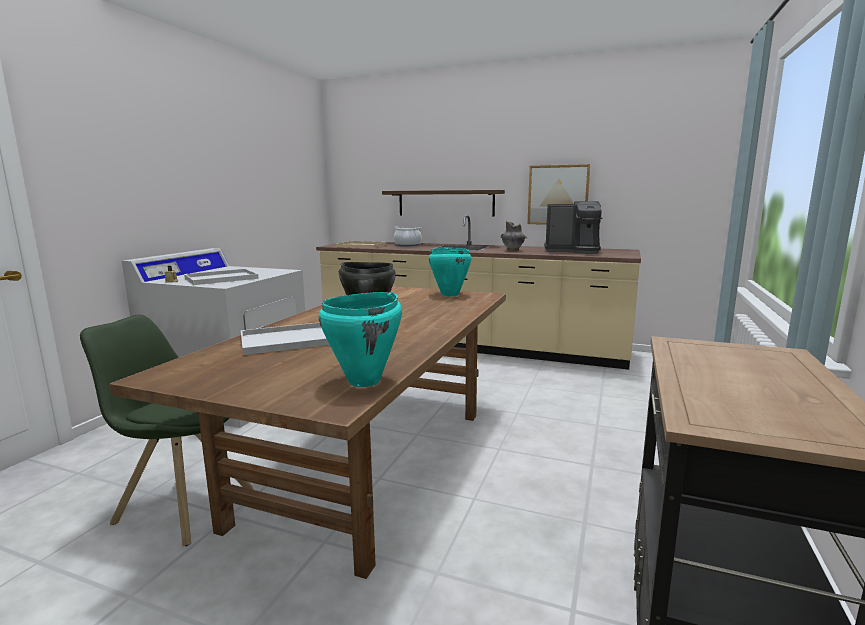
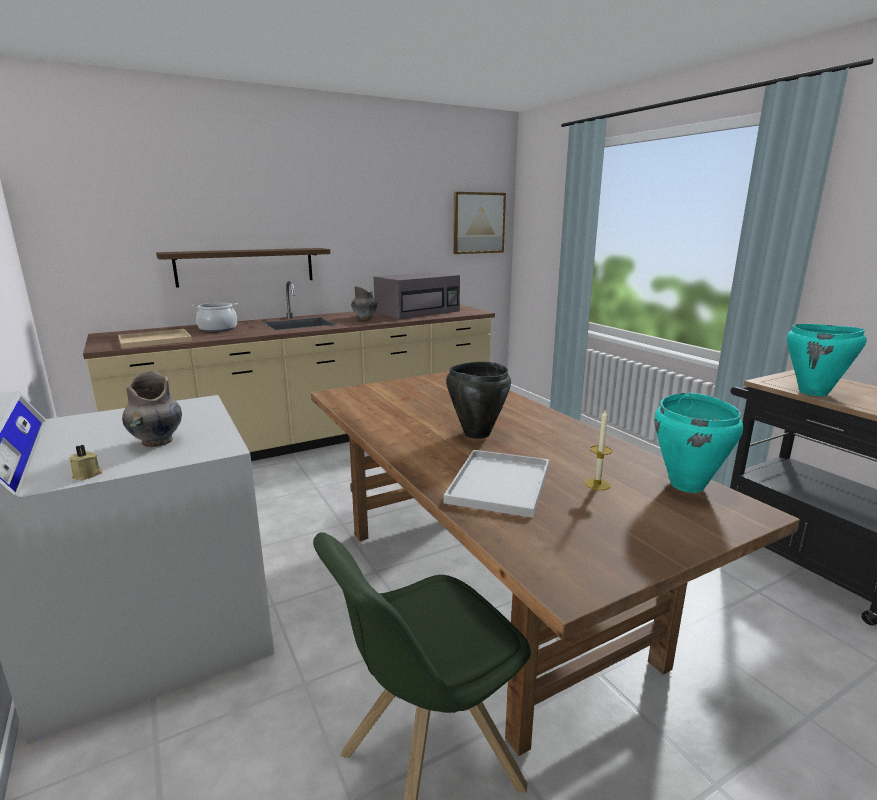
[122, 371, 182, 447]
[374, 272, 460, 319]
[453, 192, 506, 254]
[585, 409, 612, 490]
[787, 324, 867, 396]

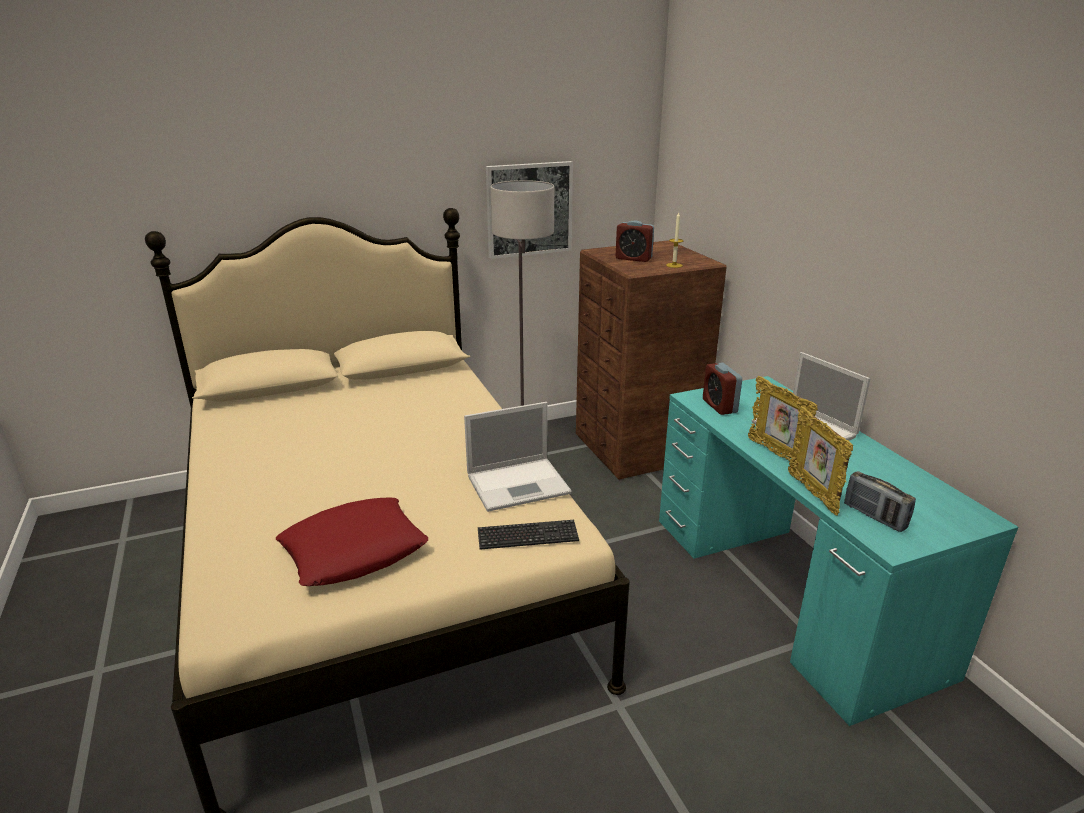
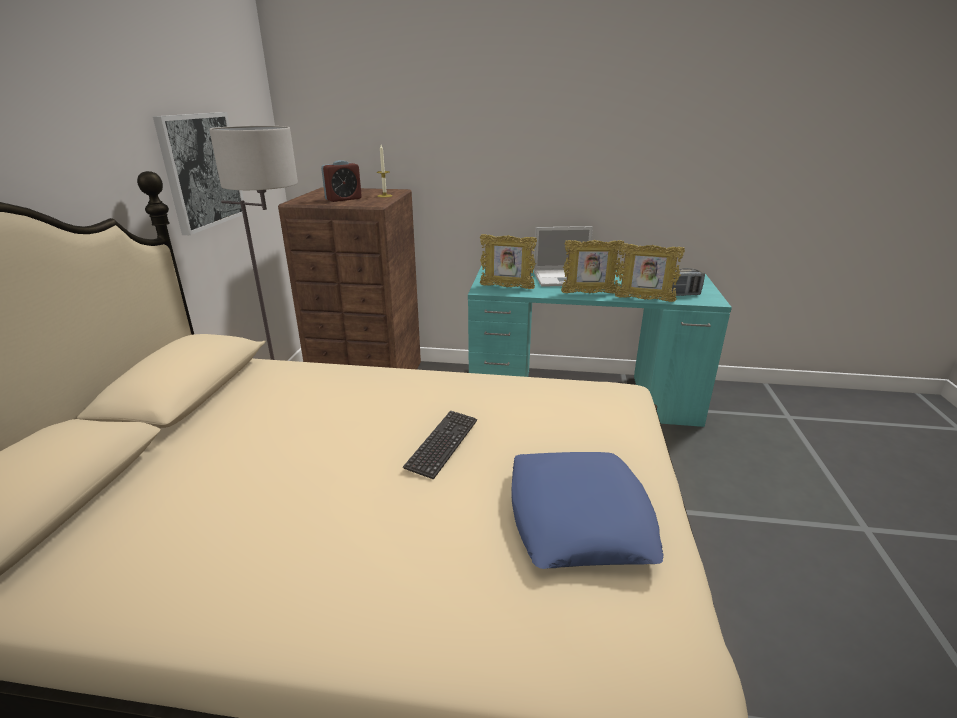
[403, 411, 477, 480]
[480, 234, 537, 289]
[511, 452, 664, 569]
[464, 402, 572, 512] (first image)

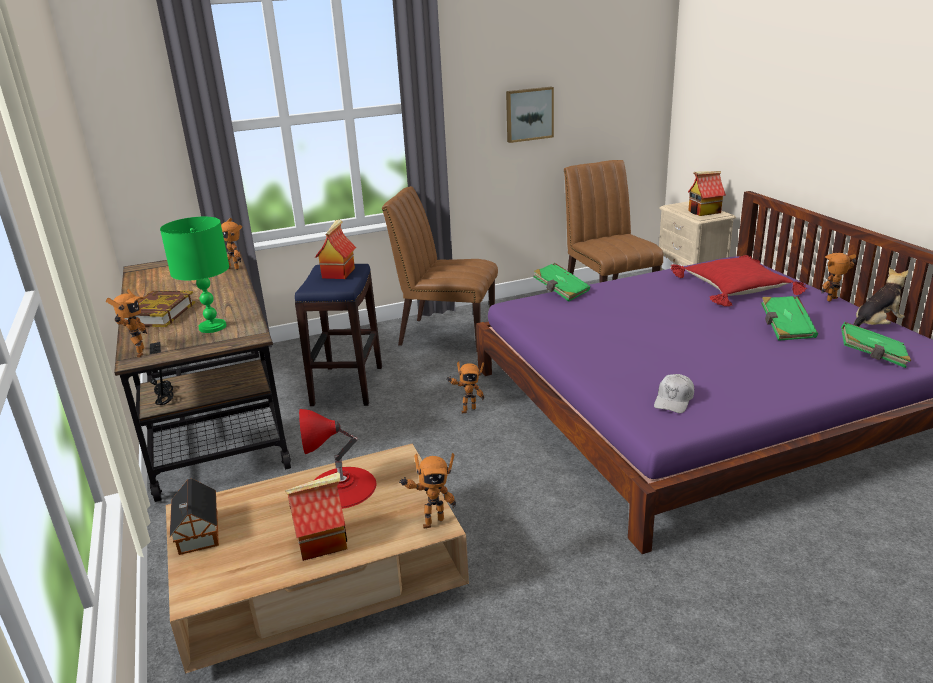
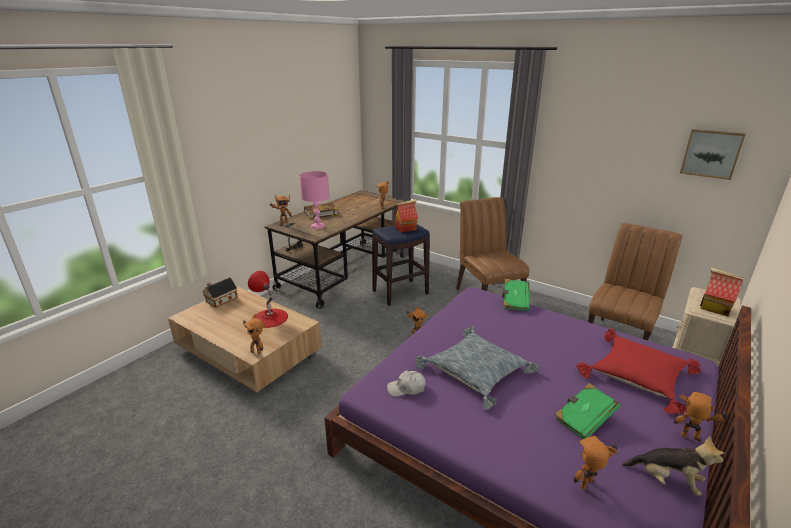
[299, 171, 330, 229]
[416, 326, 539, 410]
[574, 436, 618, 489]
[680, 129, 746, 180]
[285, 472, 347, 561] (first image)

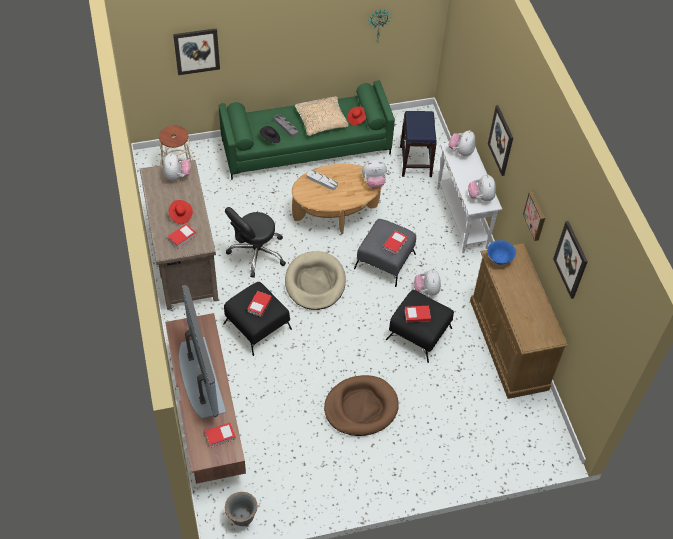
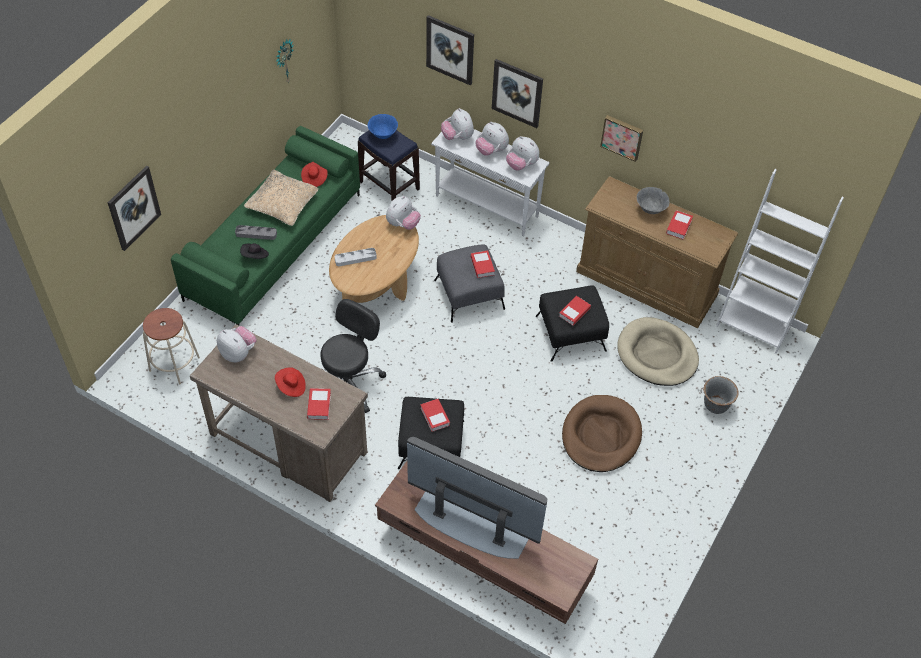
[320, 299, 386, 413]
[368, 114, 398, 139]
[426, 15, 474, 86]
[476, 122, 509, 156]
[617, 317, 699, 386]
[637, 187, 670, 214]
[666, 210, 693, 240]
[703, 376, 739, 414]
[716, 169, 844, 354]

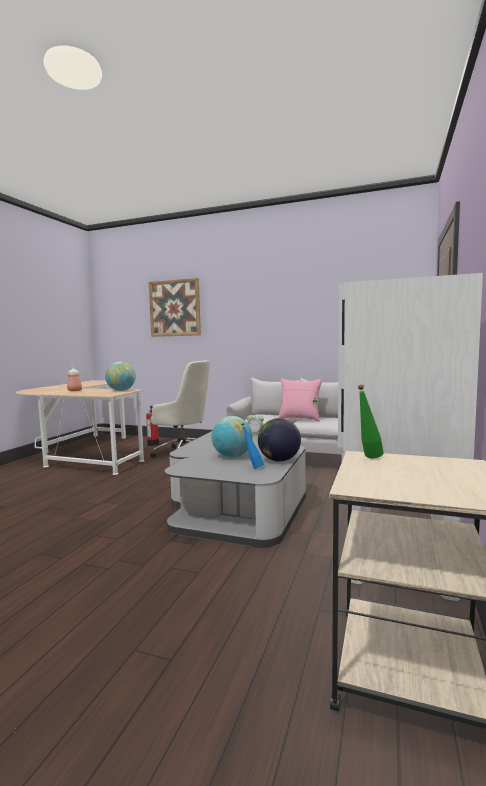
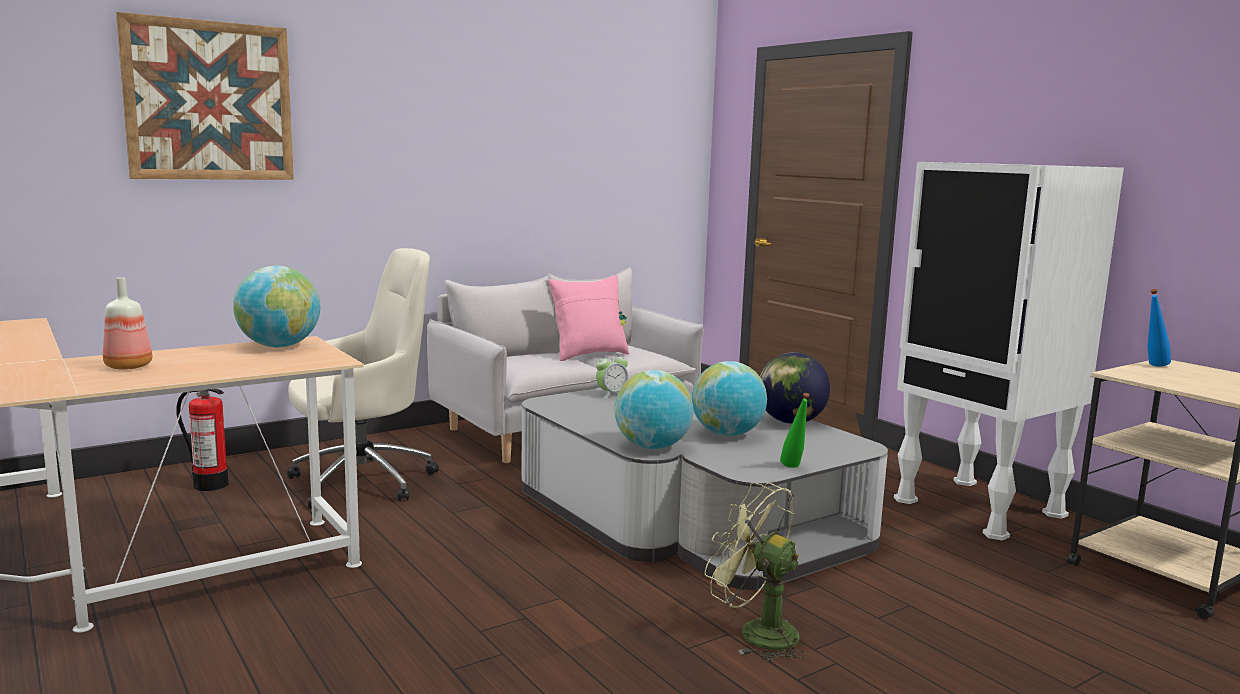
[614, 370, 693, 449]
[705, 483, 807, 661]
[780, 393, 809, 468]
[1148, 289, 1171, 367]

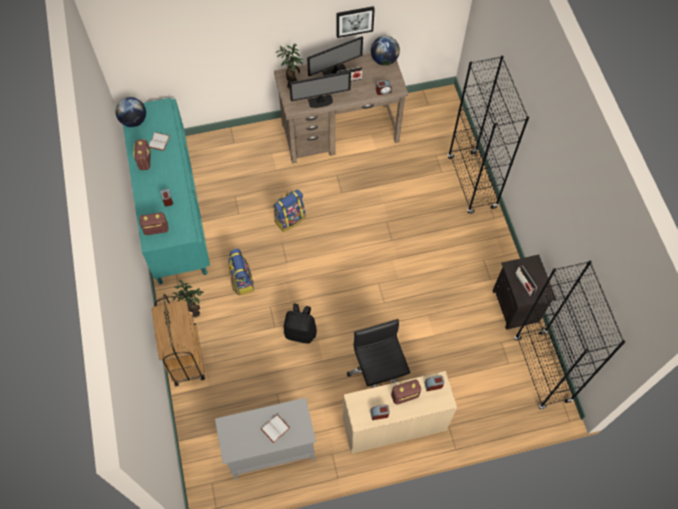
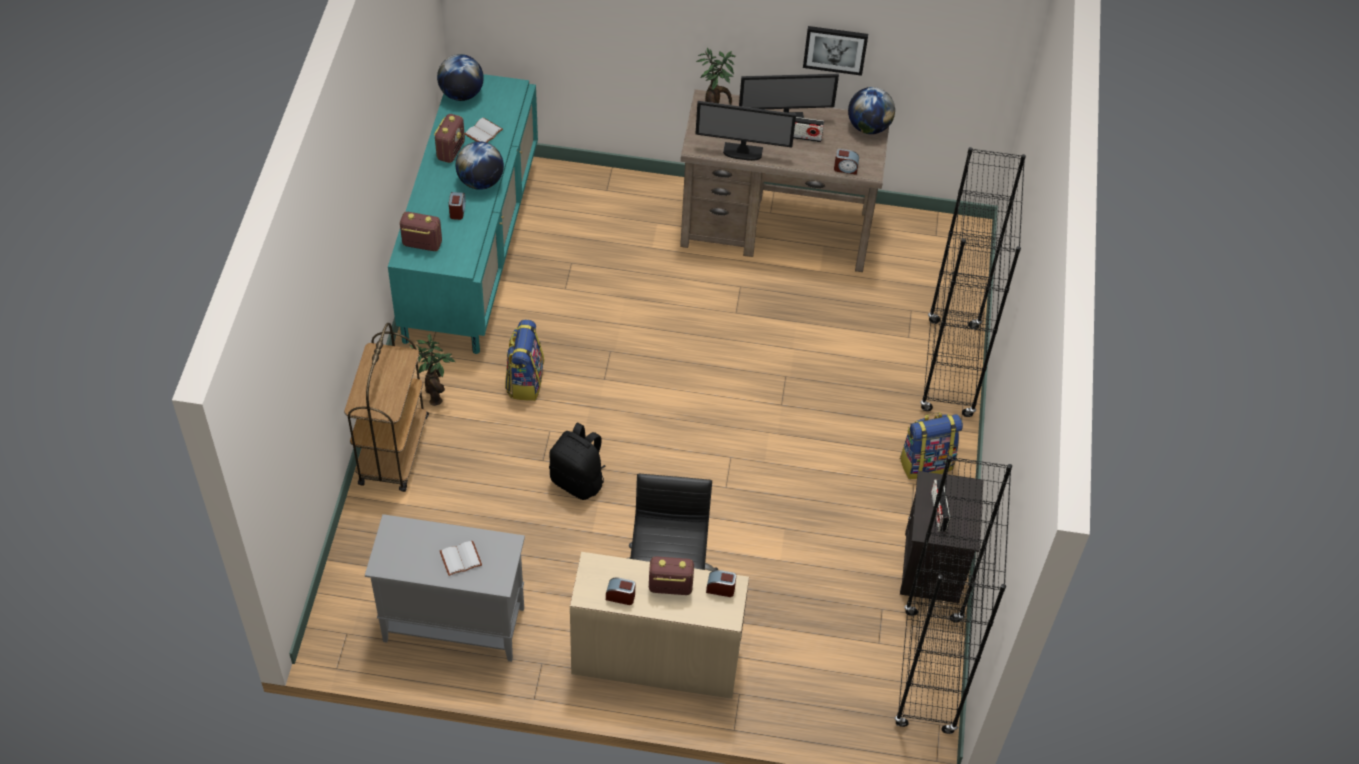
[456, 141, 504, 190]
[900, 412, 963, 479]

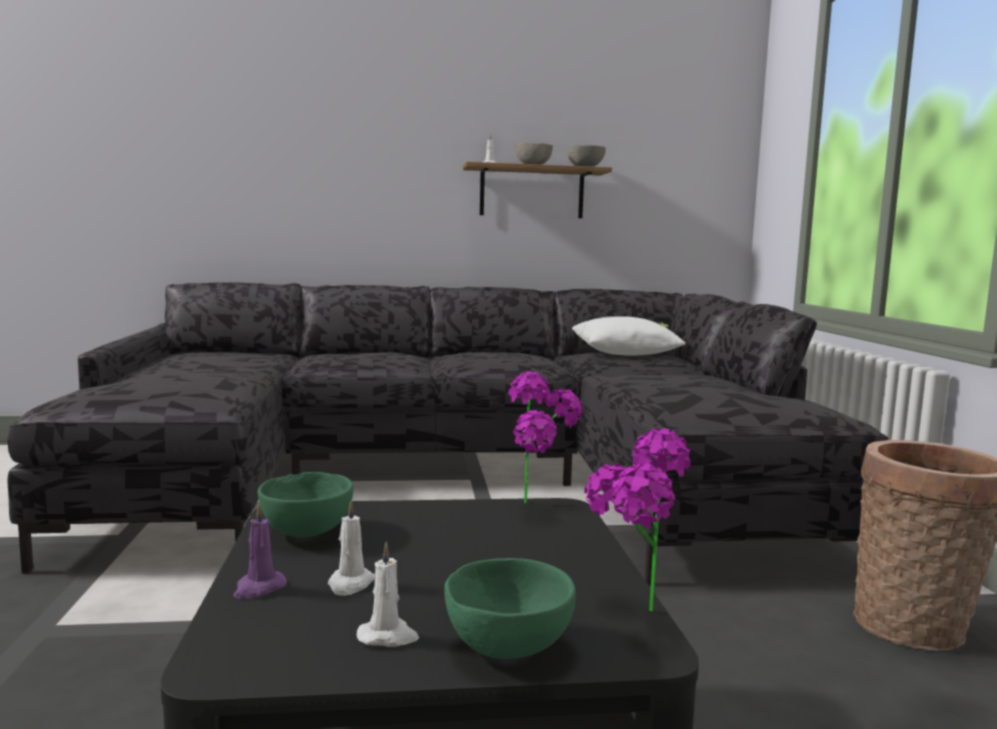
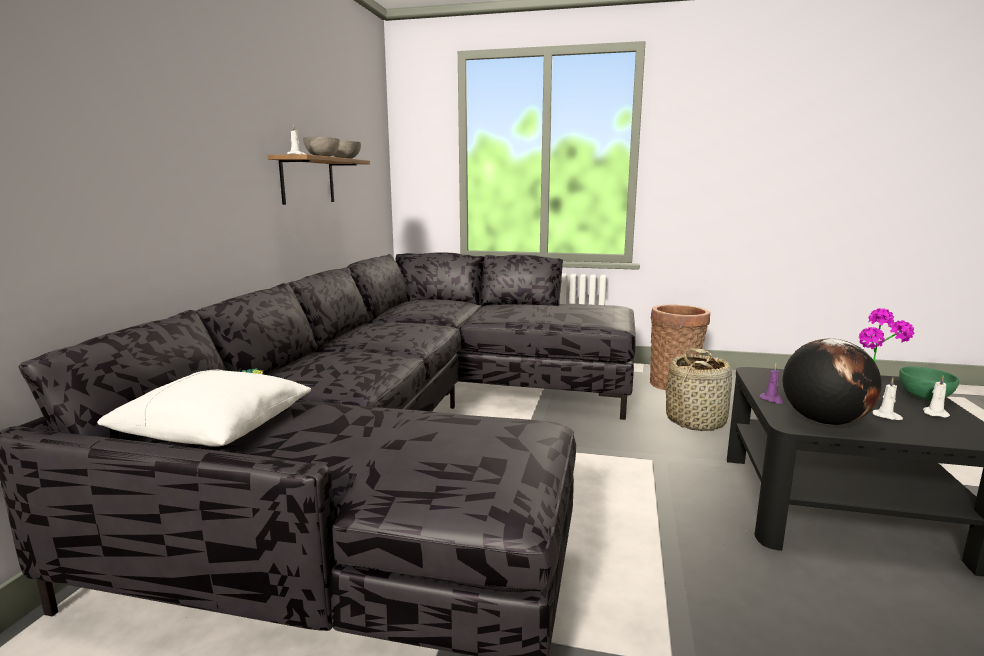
[97, 368, 311, 447]
[666, 348, 732, 431]
[759, 364, 784, 404]
[782, 339, 882, 425]
[508, 372, 583, 503] (first image)

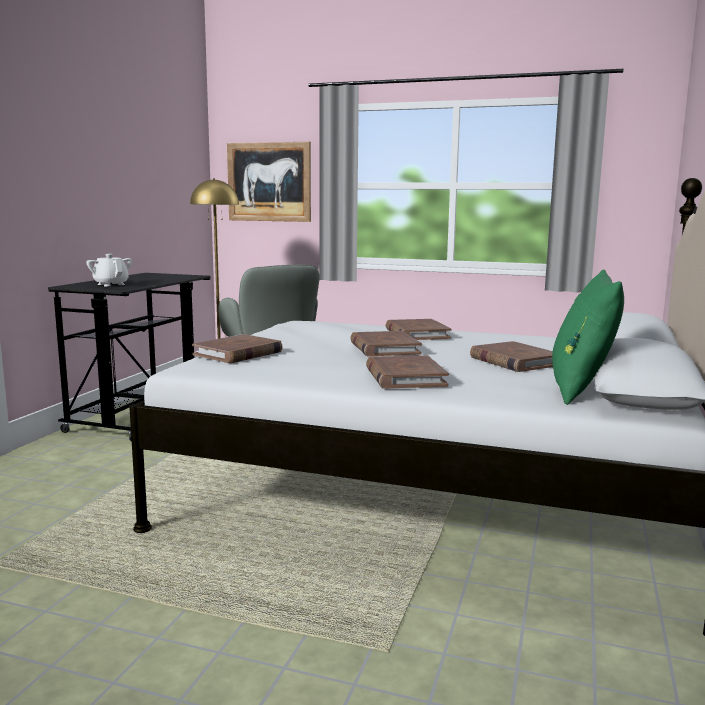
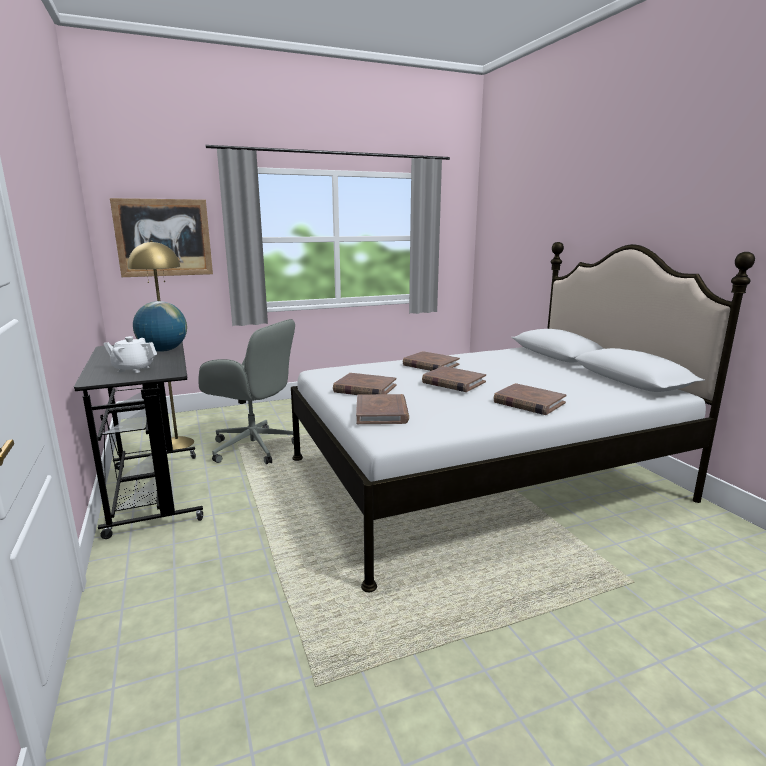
[133, 301, 187, 352]
[333, 373, 396, 395]
[552, 270, 624, 405] (first image)

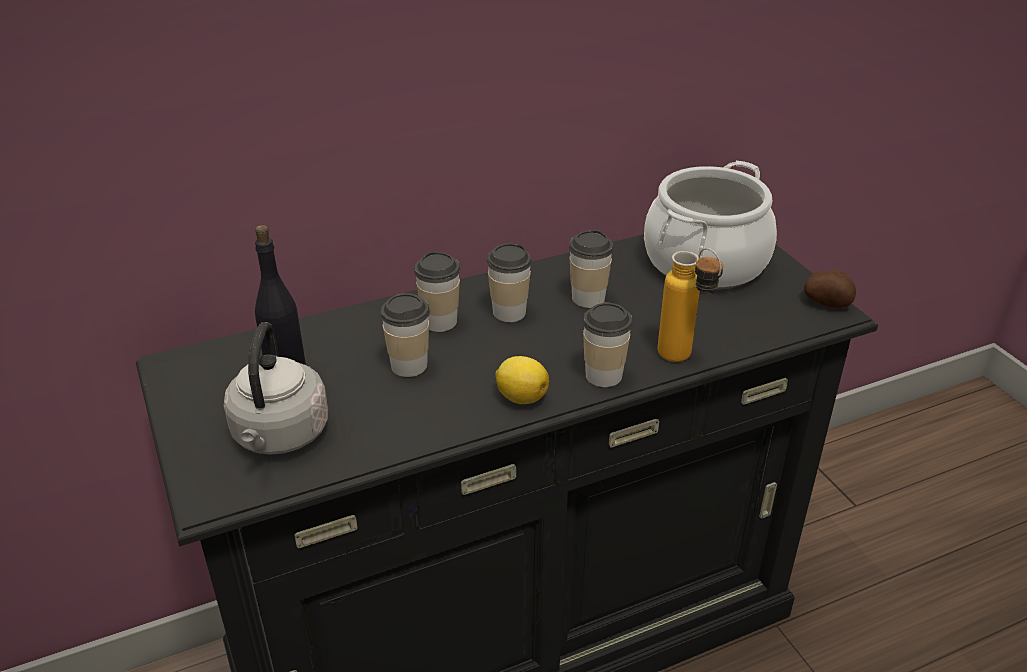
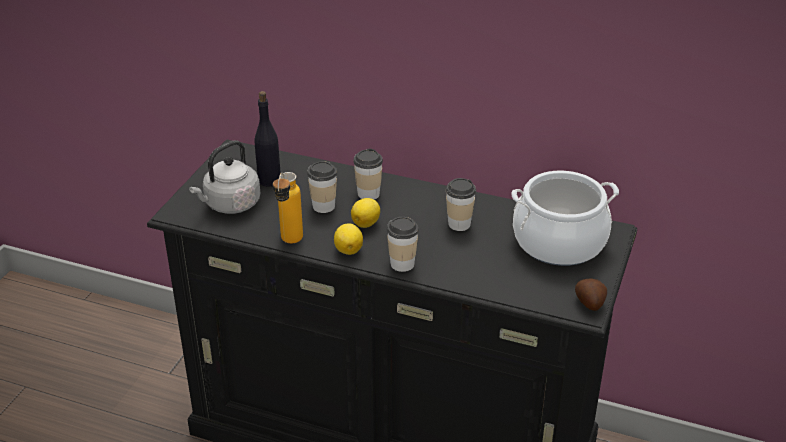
[273, 172, 303, 243]
[351, 198, 380, 228]
[486, 243, 532, 322] (first image)

